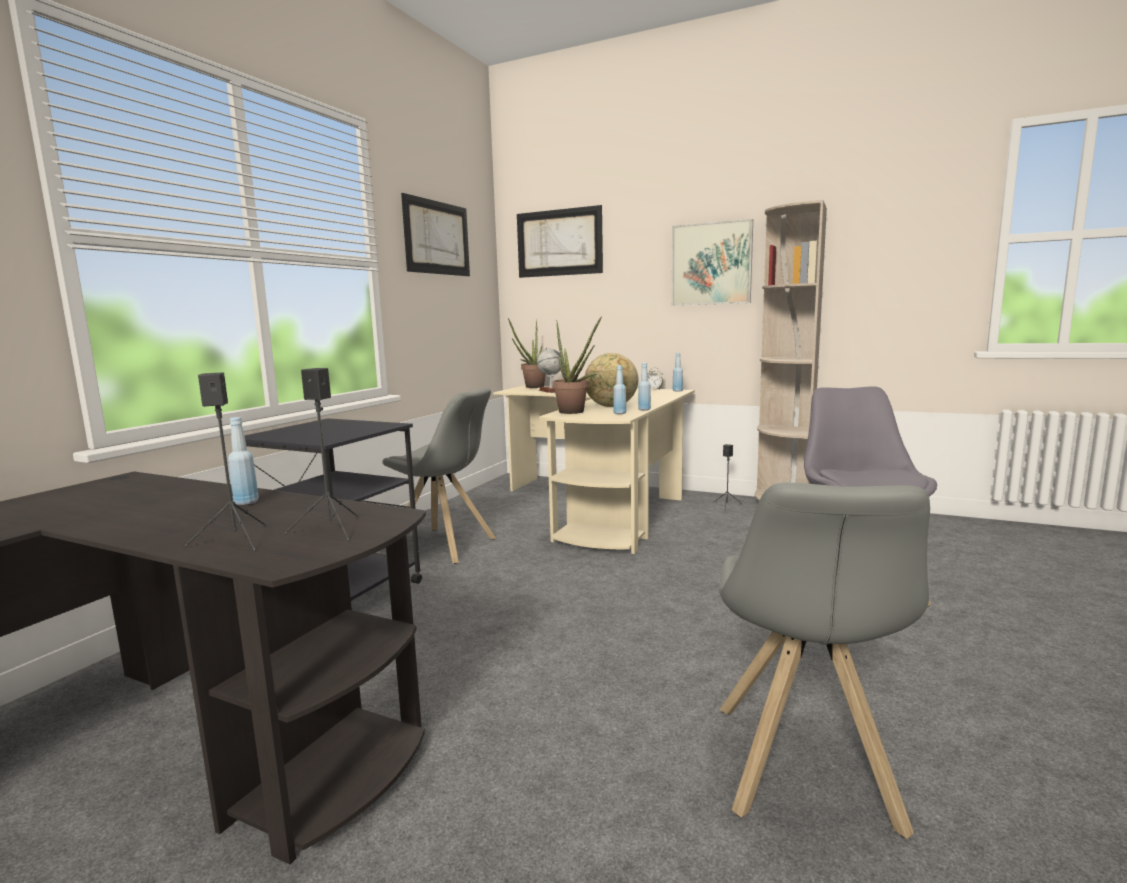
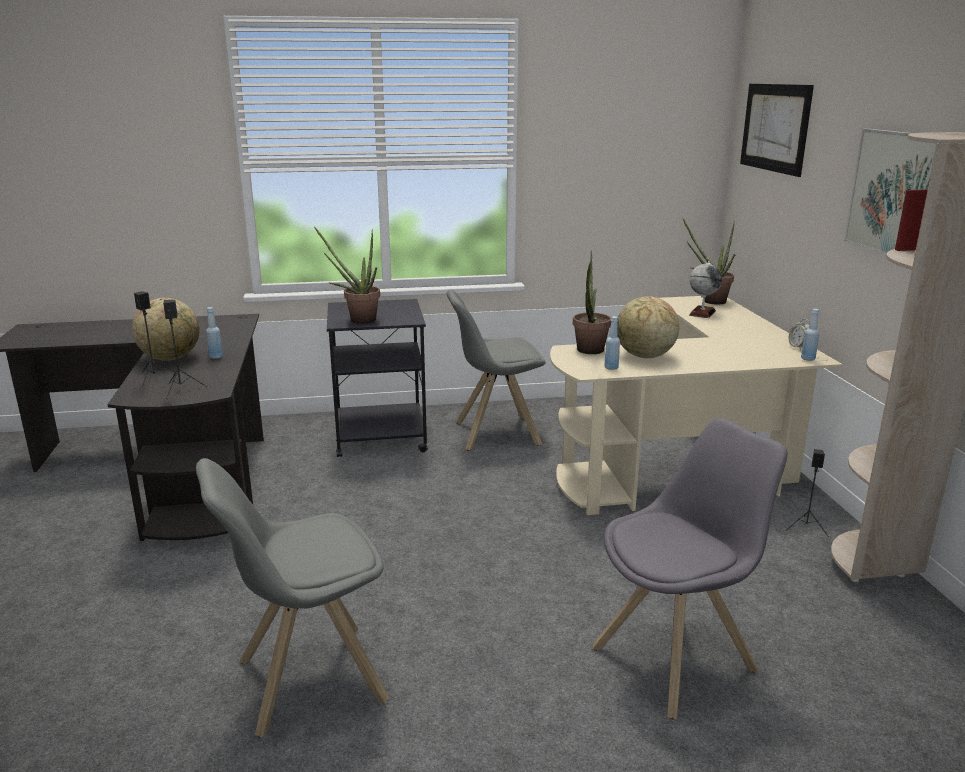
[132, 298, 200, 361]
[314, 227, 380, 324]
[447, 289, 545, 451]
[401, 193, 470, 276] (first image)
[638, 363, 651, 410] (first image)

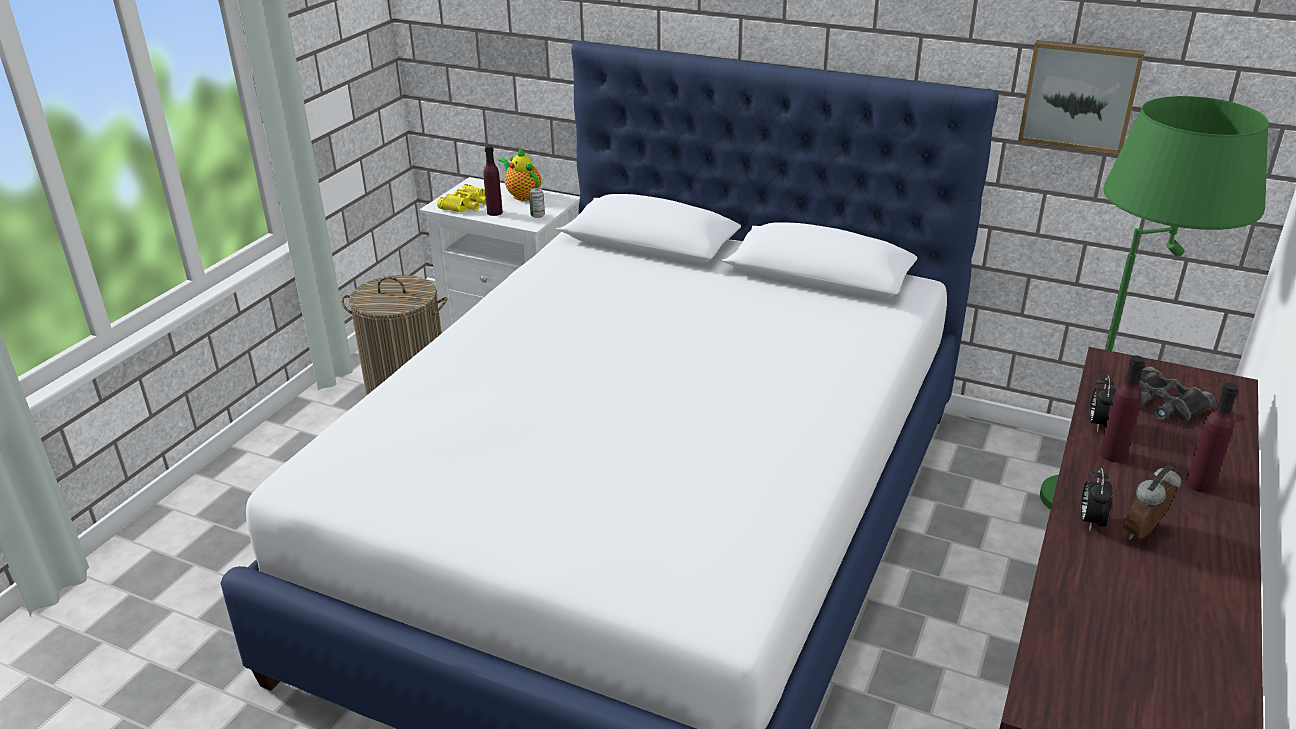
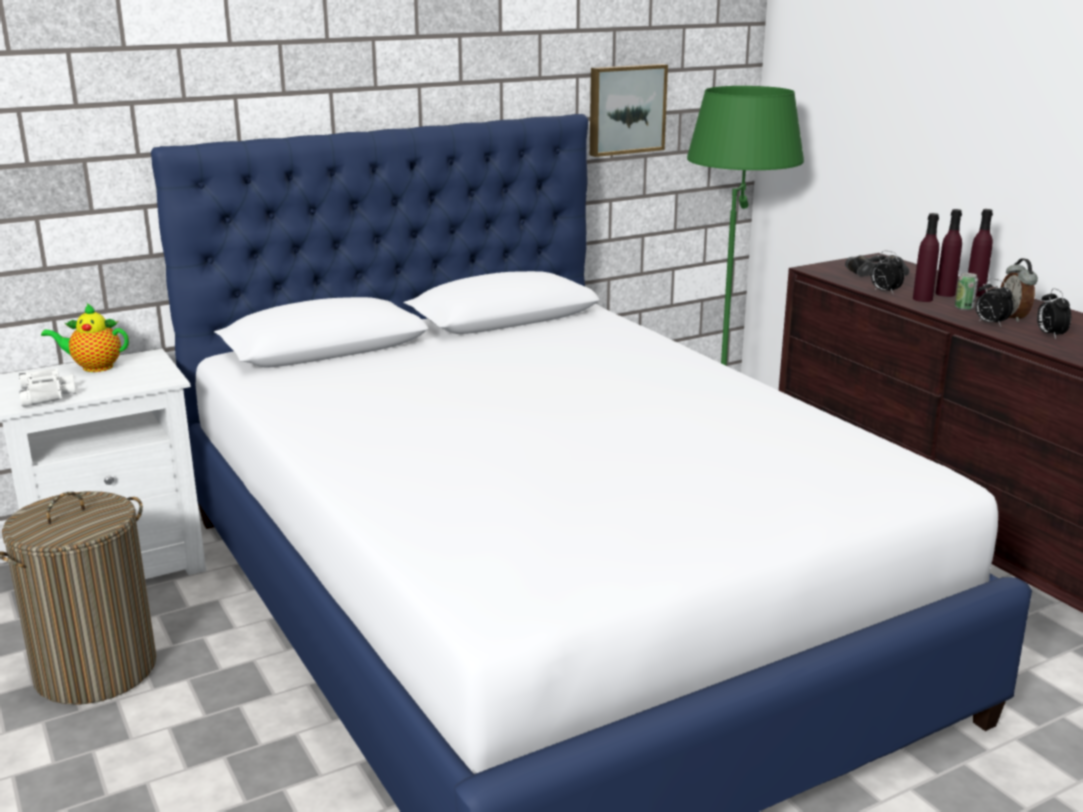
[19, 368, 76, 407]
[935, 209, 962, 297]
[955, 273, 978, 310]
[1037, 288, 1071, 339]

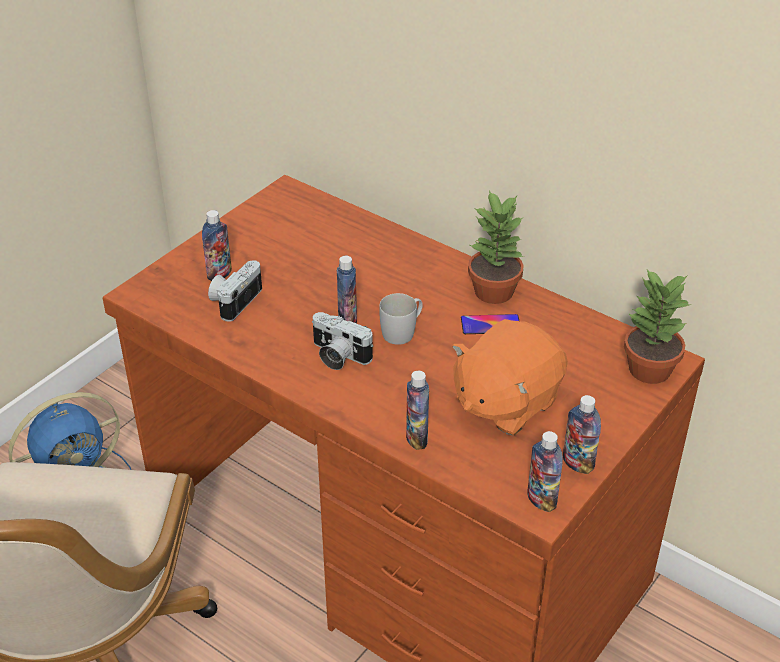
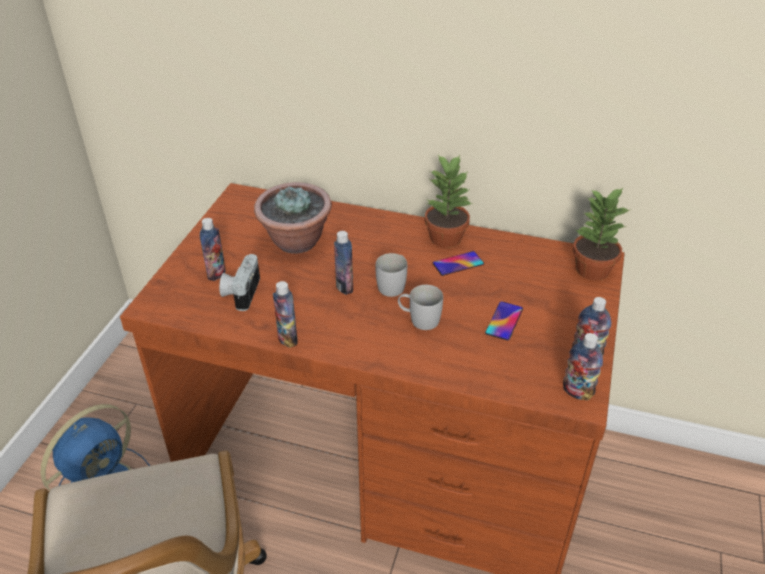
[254, 182, 332, 254]
[273, 281, 298, 348]
[398, 285, 443, 330]
[485, 301, 523, 341]
[312, 312, 373, 370] (first image)

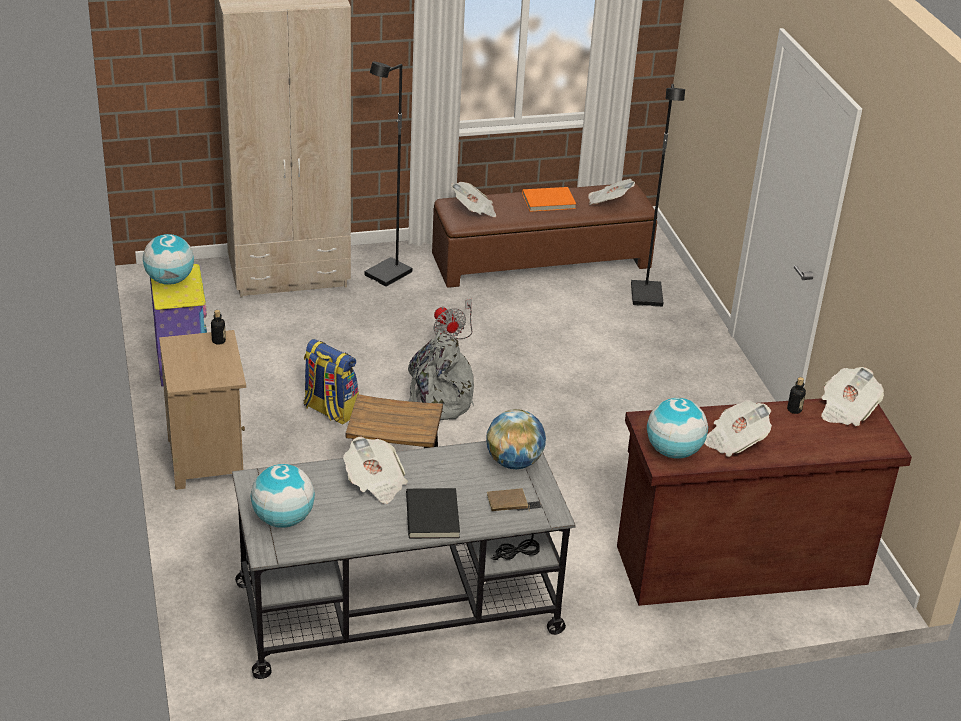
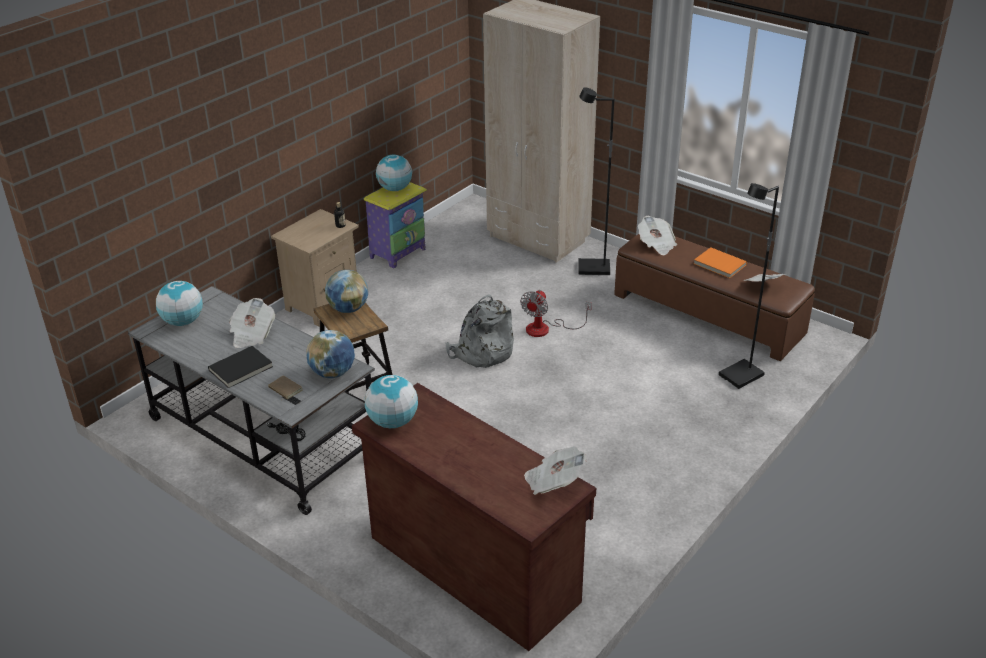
[325, 270, 368, 313]
[304, 339, 359, 424] (first image)
[704, 400, 772, 457] (first image)
[787, 377, 806, 414] (first image)

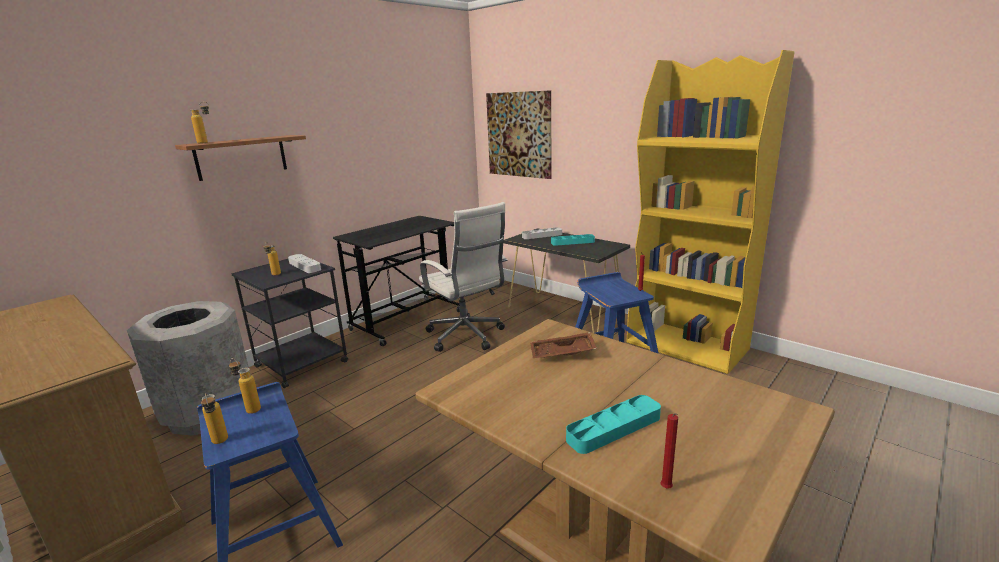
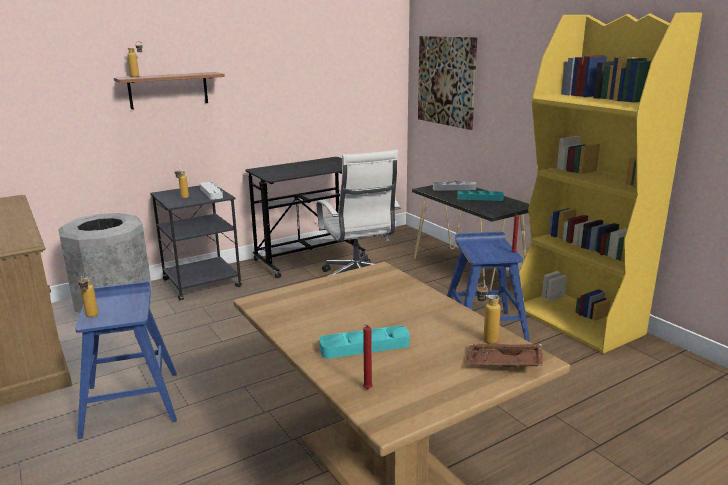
[466, 344, 543, 368]
[476, 283, 501, 344]

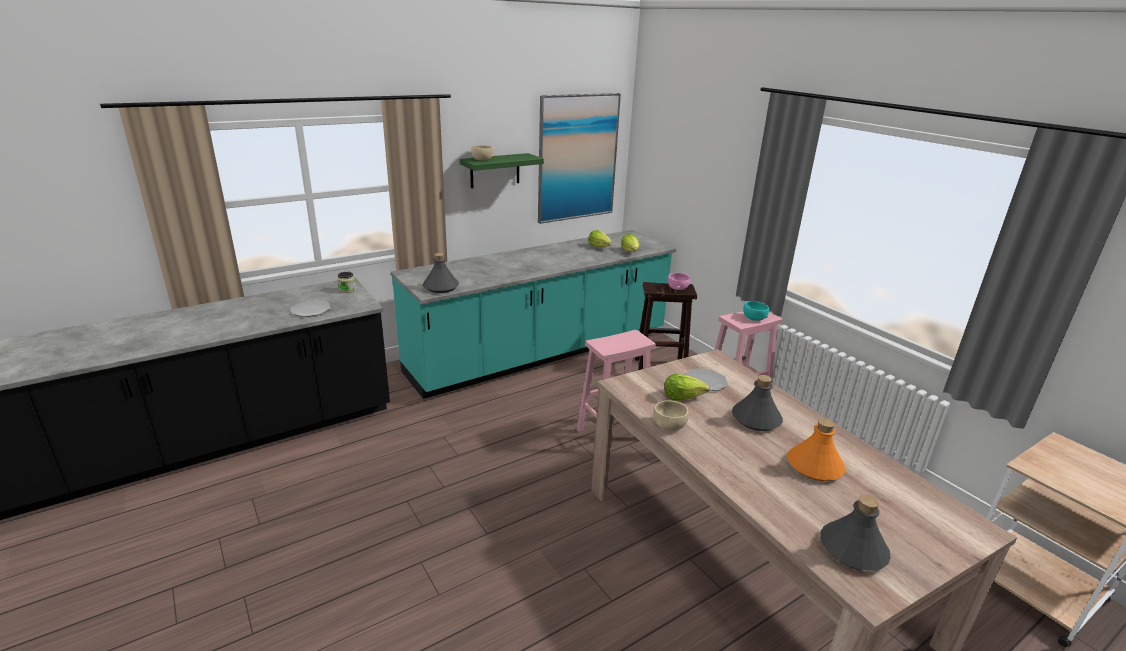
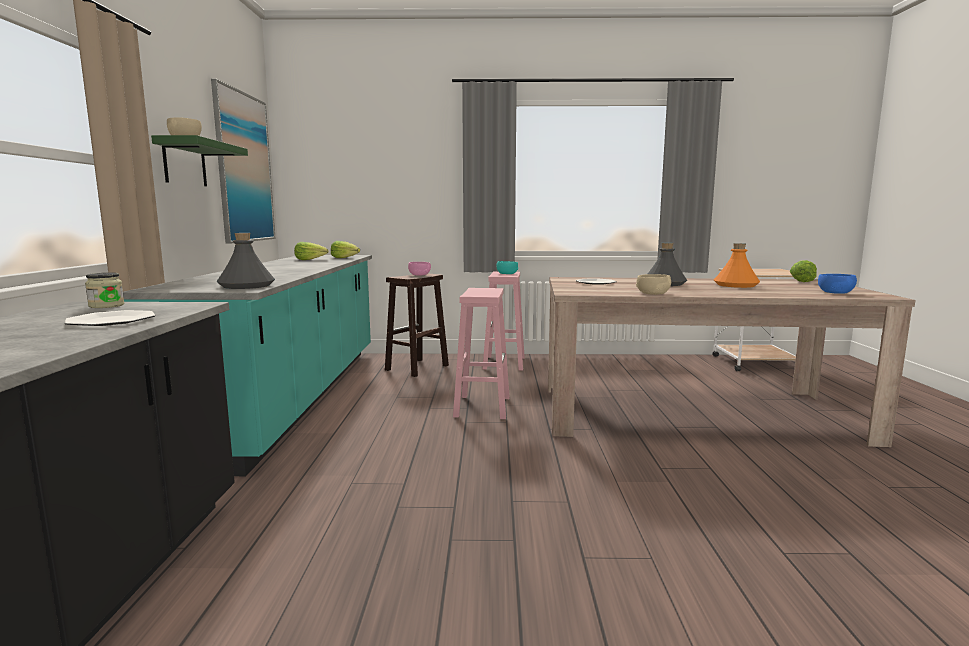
[790, 260, 817, 282]
[818, 274, 857, 294]

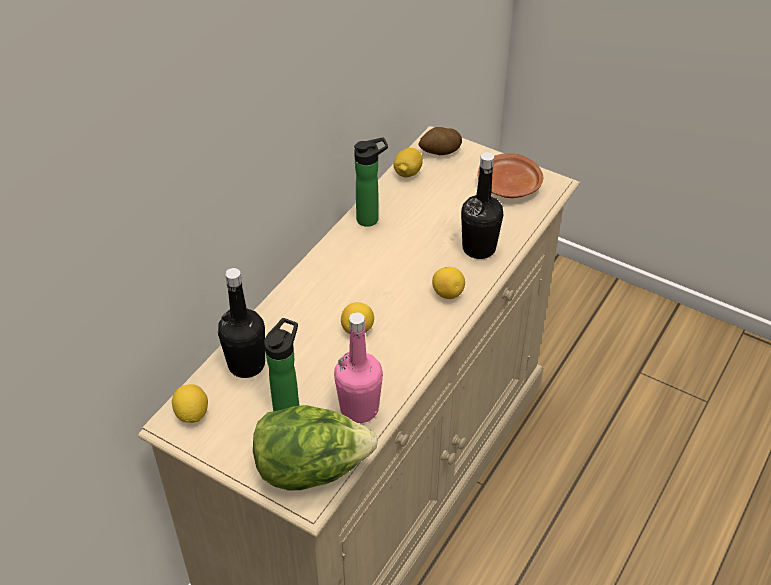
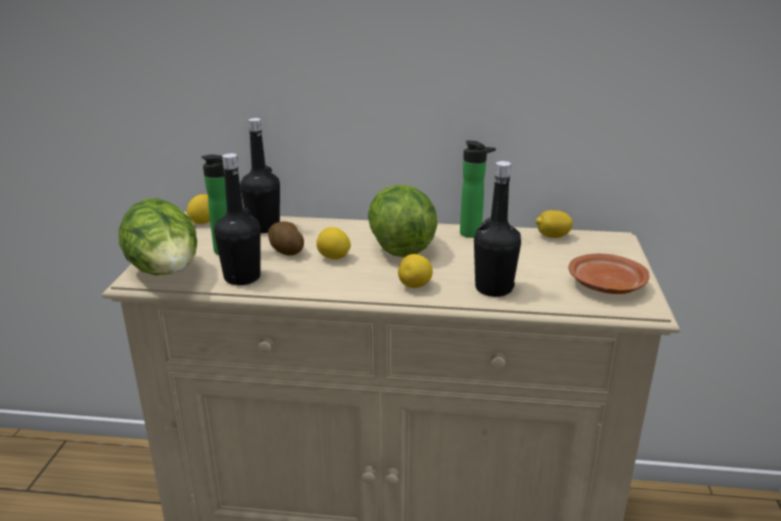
[214, 153, 261, 285]
[268, 221, 304, 255]
[368, 185, 438, 257]

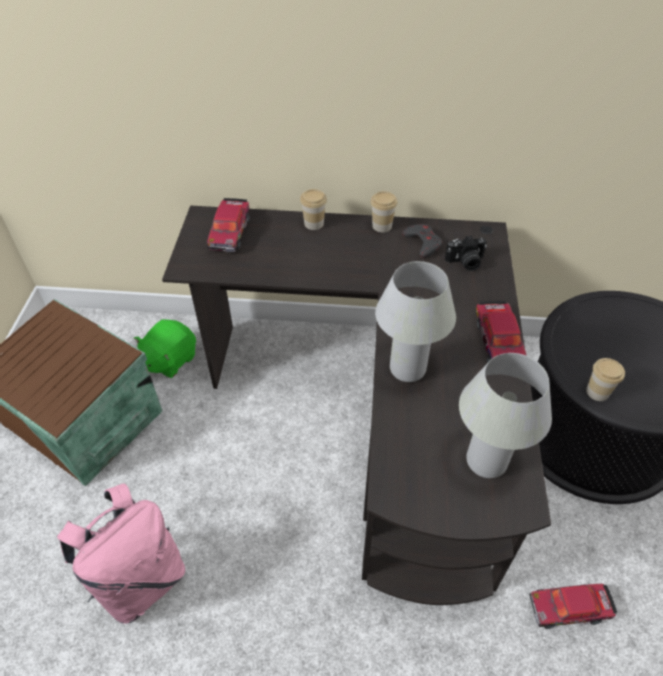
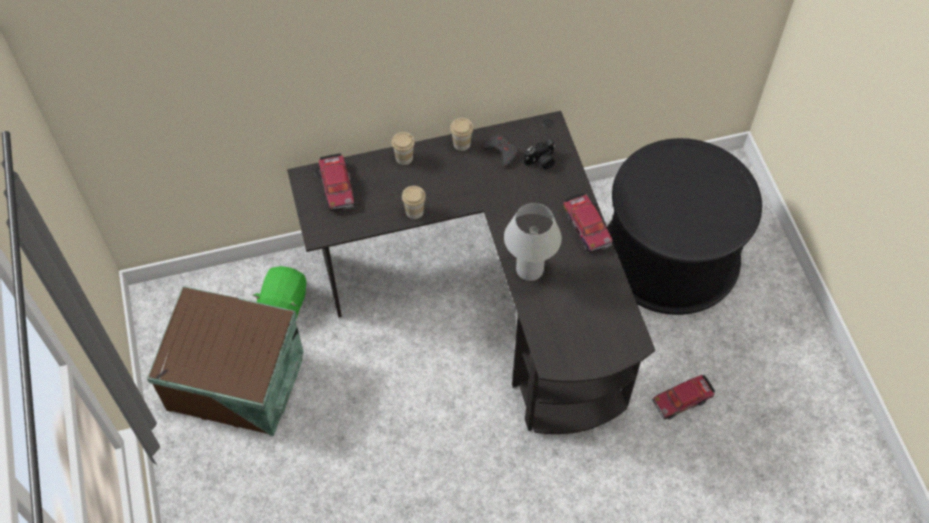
[402, 186, 426, 219]
[57, 483, 185, 624] (first image)
[459, 353, 552, 478] (first image)

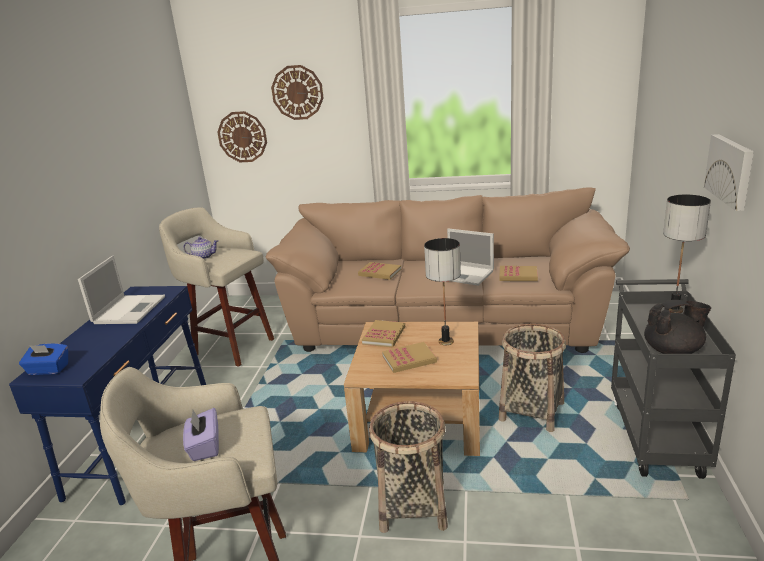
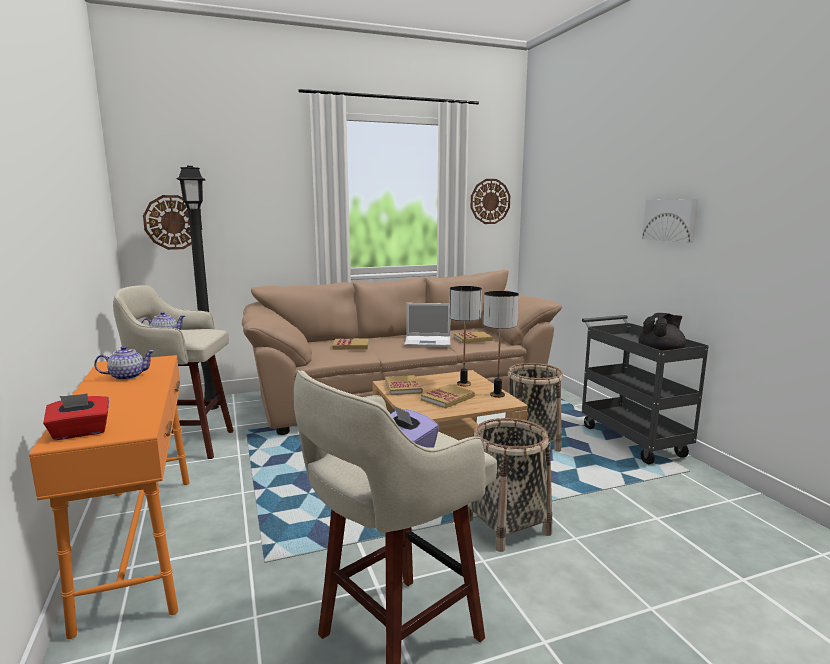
[29, 355, 190, 639]
[43, 393, 109, 440]
[94, 346, 154, 380]
[177, 166, 219, 410]
[471, 179, 510, 224]
[483, 291, 519, 398]

